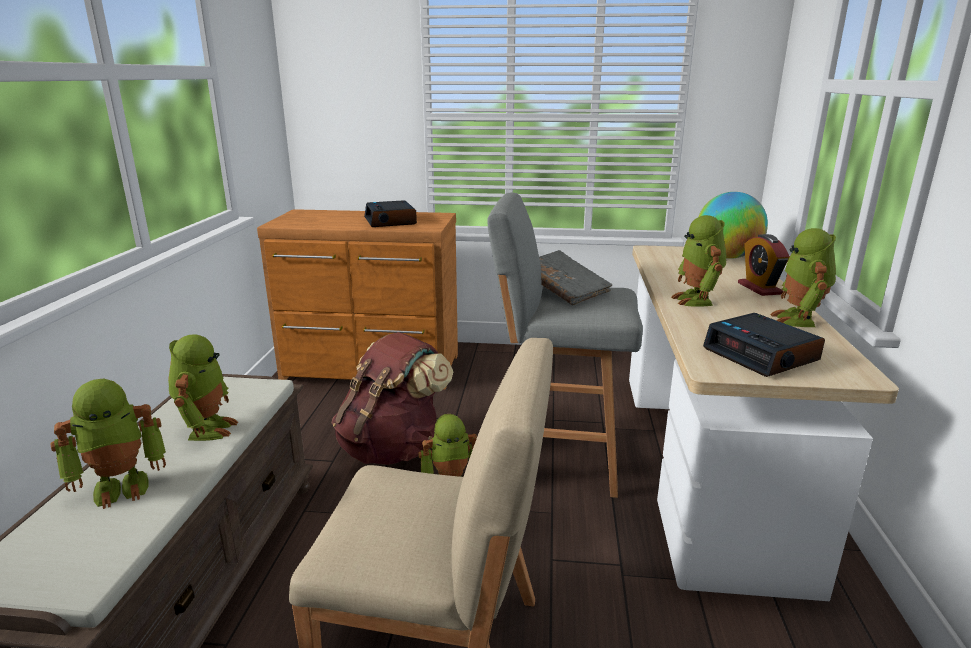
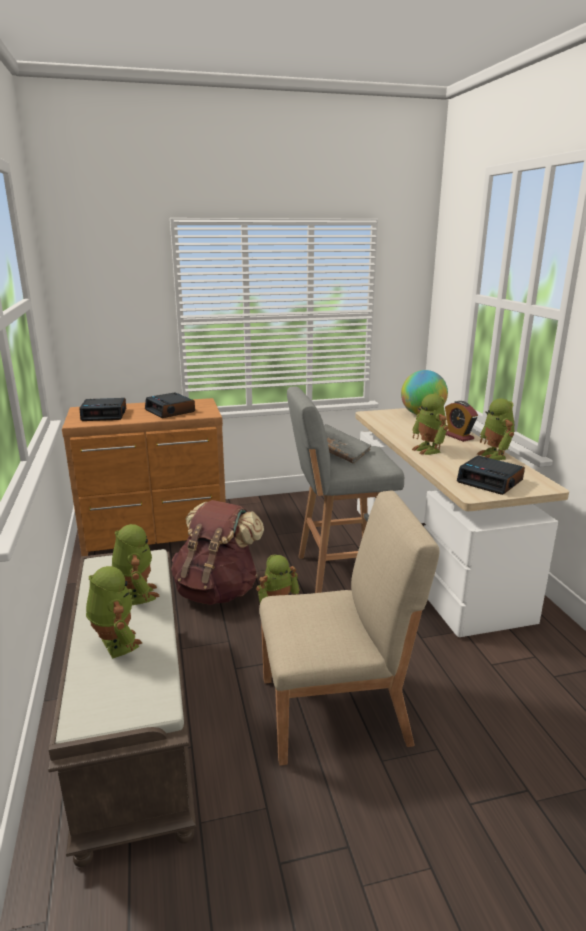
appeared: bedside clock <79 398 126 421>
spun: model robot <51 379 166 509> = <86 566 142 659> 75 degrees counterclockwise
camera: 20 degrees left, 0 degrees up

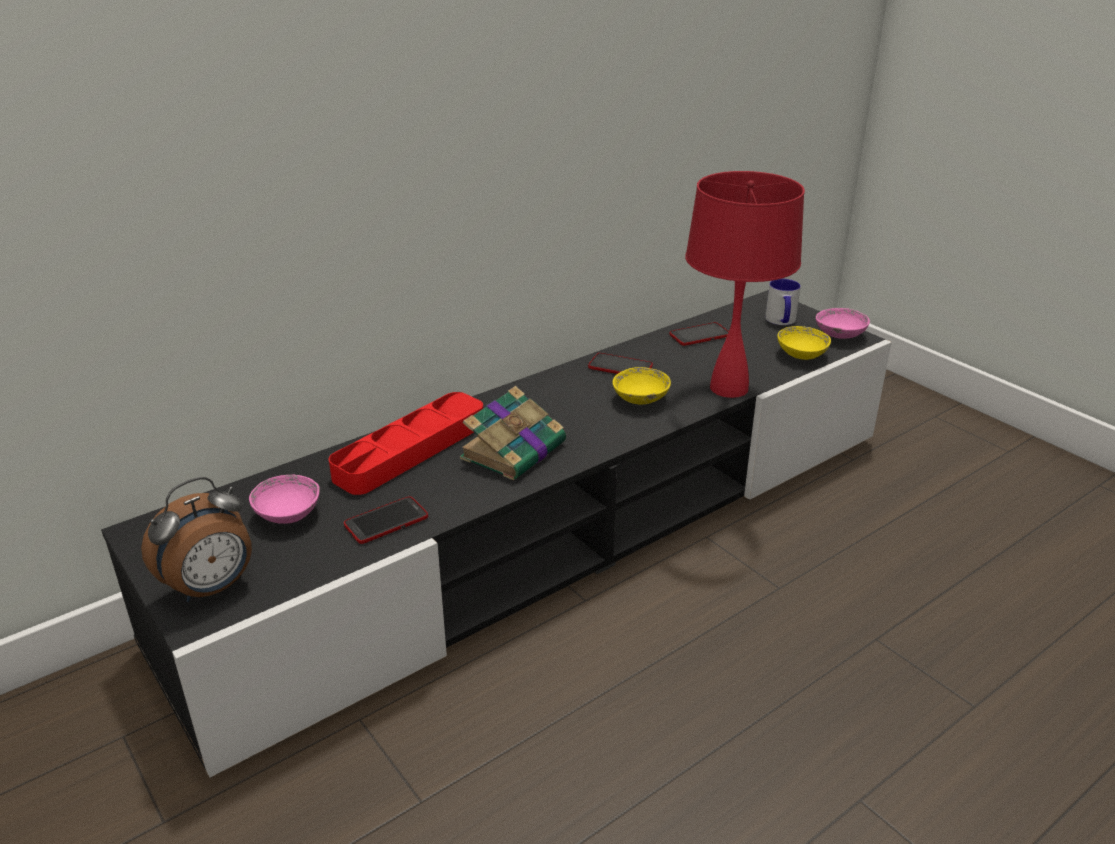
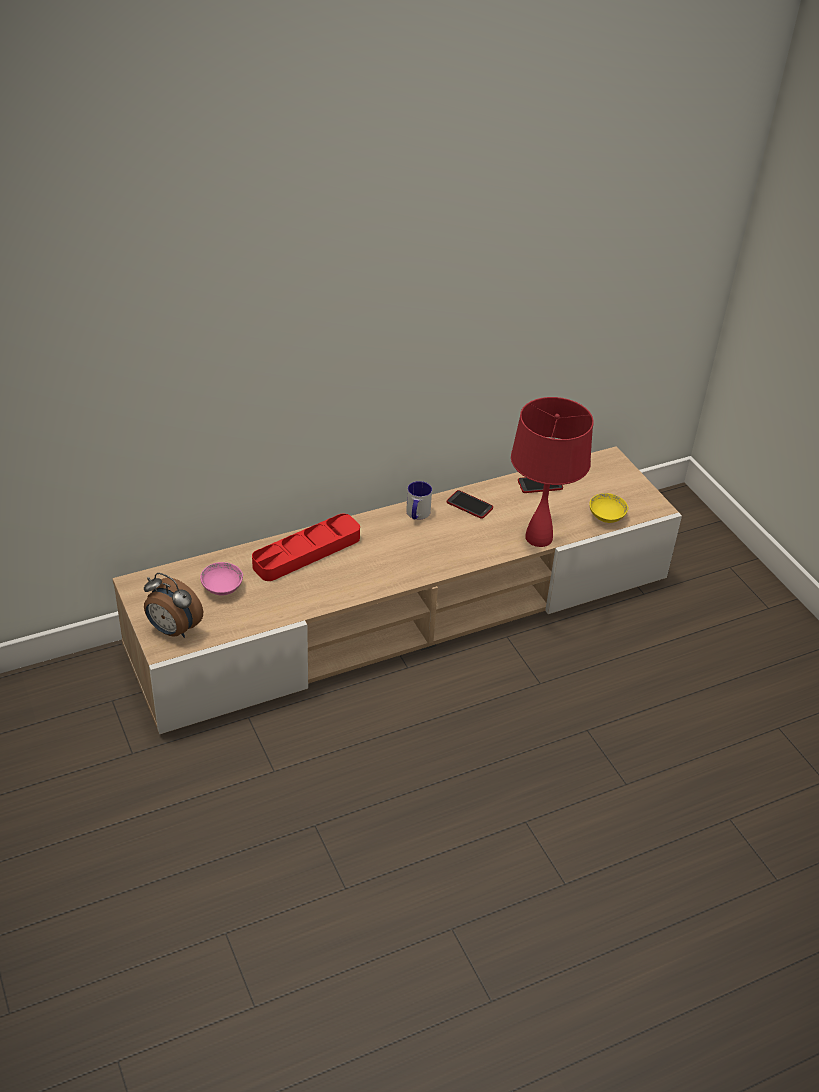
missing: phone <344 496 428 544>; volume <460 386 566 481>; deep dish in yellow-coloured <613 367 671 404>; deep dish in pink <816 308 870 339>
relocated: coffee mug <765 279 801 325> to <406 481 432 519>
colour: media console in blackish <101 290 892 778> to media console in beige <112 446 682 735>
spun: bedside clock <141 477 252 602> = <144 573 203 638> 60 degrees clockwise
camera: 10 degrees right, 10 degrees up

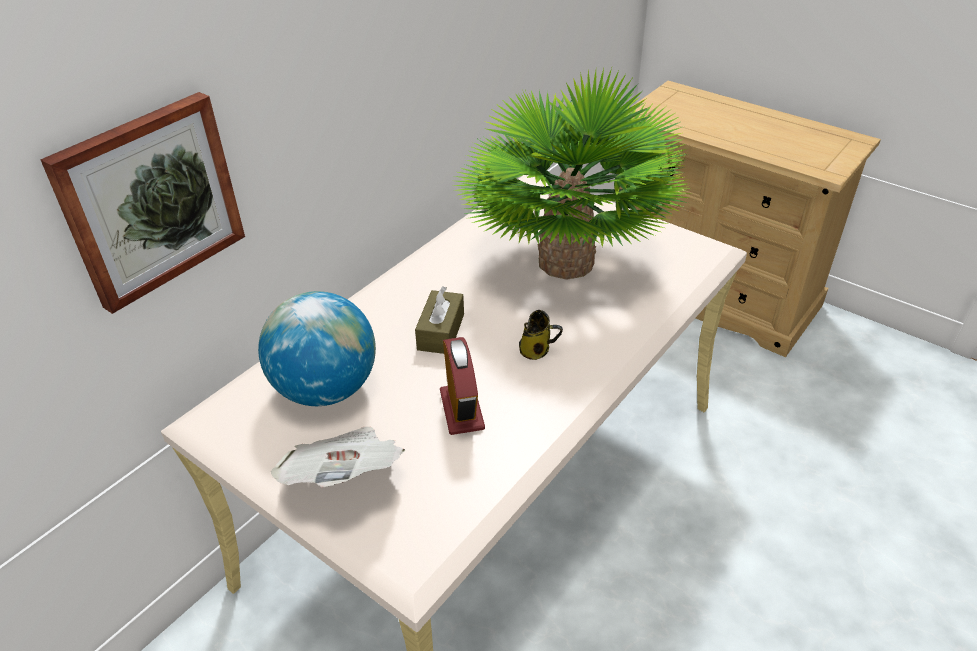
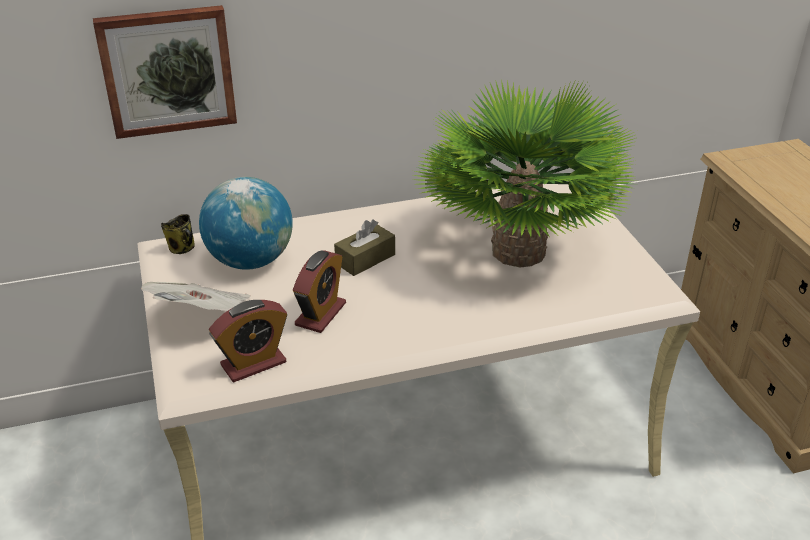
appeared: bedside clock <209 300 287 382>
relocated: coffee mug <519 310 563 360> to <161 214 195 254>
camera: 35 degrees right, 5 degrees down

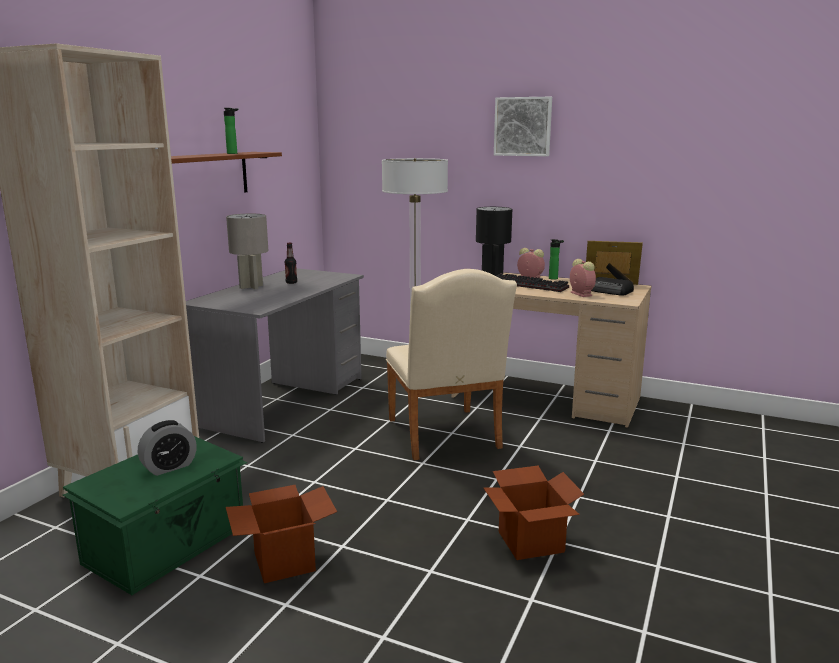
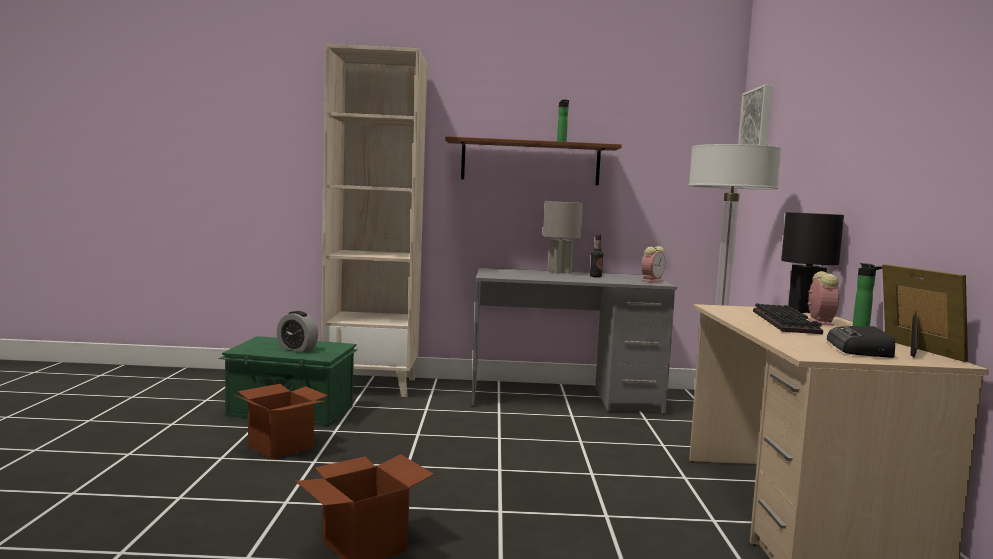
missing: chair in beige <386 269 517 460>
relocated: wall picture <494 97 552 156> to <738 84 773 145>; bedside clock <570 259 596 297> to <642 246 665 282>
camera: 65 degrees right, 10 degrees down

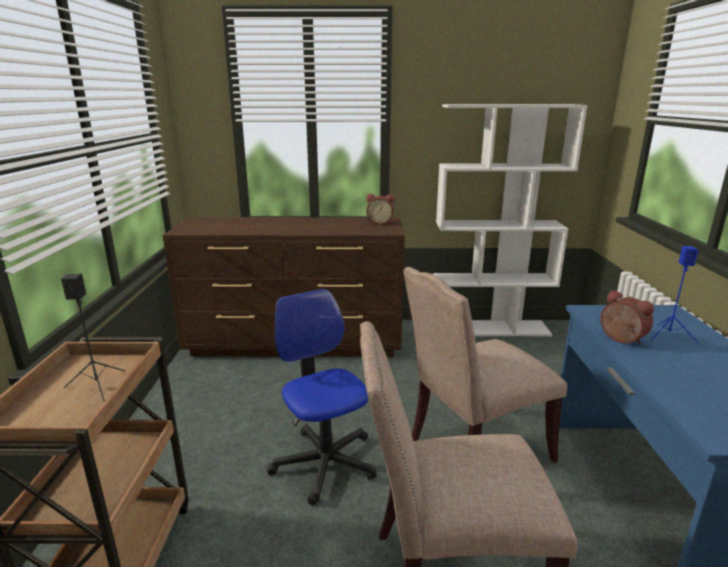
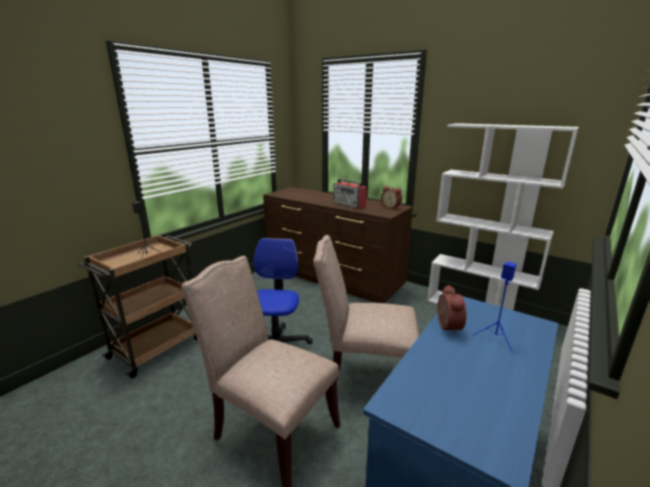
appeared: radio receiver <333 179 367 209>
camera: 35 degrees right, 0 degrees up

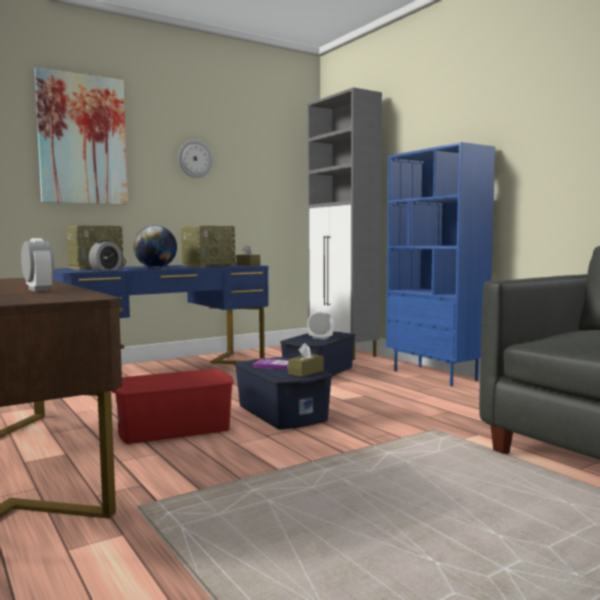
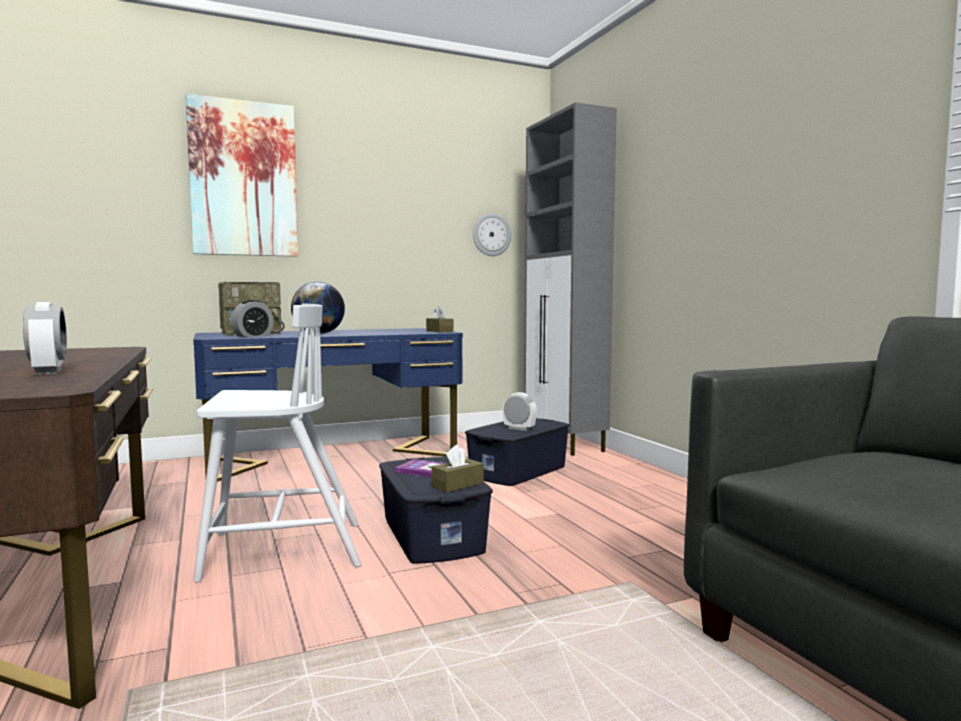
missing: radio receiver <181 226 238 268>; bookshelf in blue <386 142 495 386>
relocated: hanging clock <178 140 213 178> to <473 213 511 256>
exchanged: storage container in reddish <112 369 233 444> to chair in white <193 303 362 583>
camera: 10 degrees right, 0 degrees up

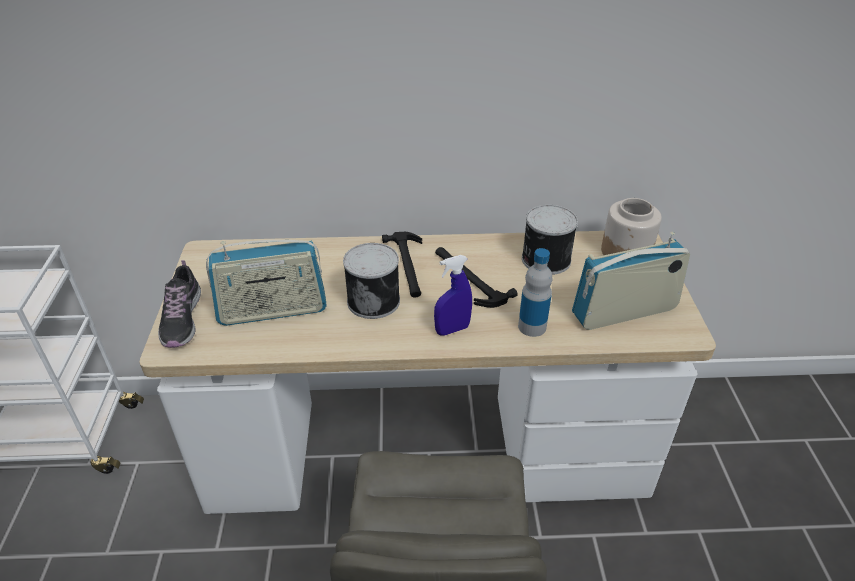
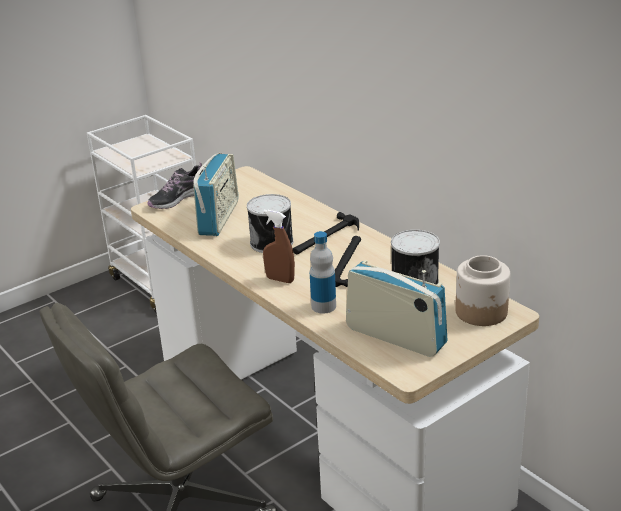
colour: hand sprayer in blue <434 255 472 336> to hand sprayer in brown <263 210 295 283>
spun: radio receiver <206 240 327 326> = <193 153 239 236> 120 degrees counterclockwise
camera: 55 degrees right, 10 degrees down

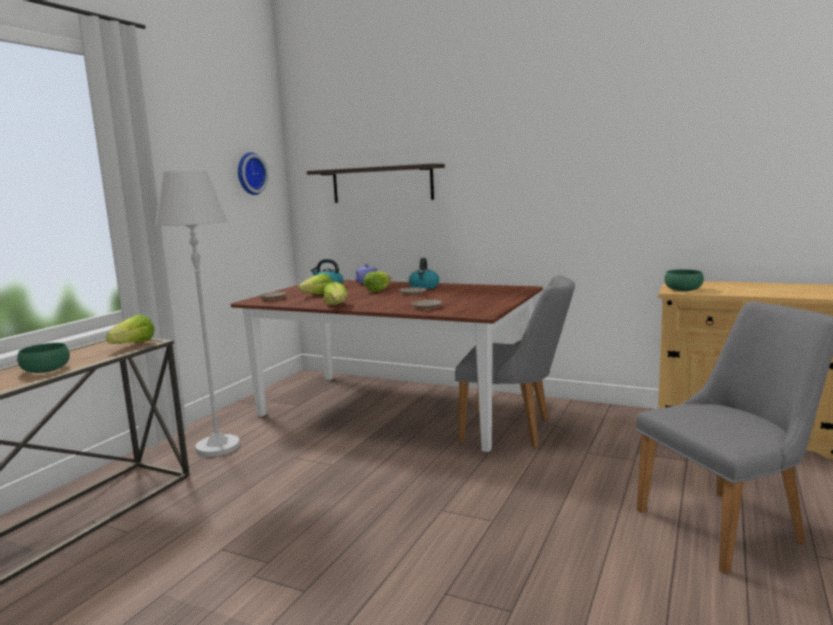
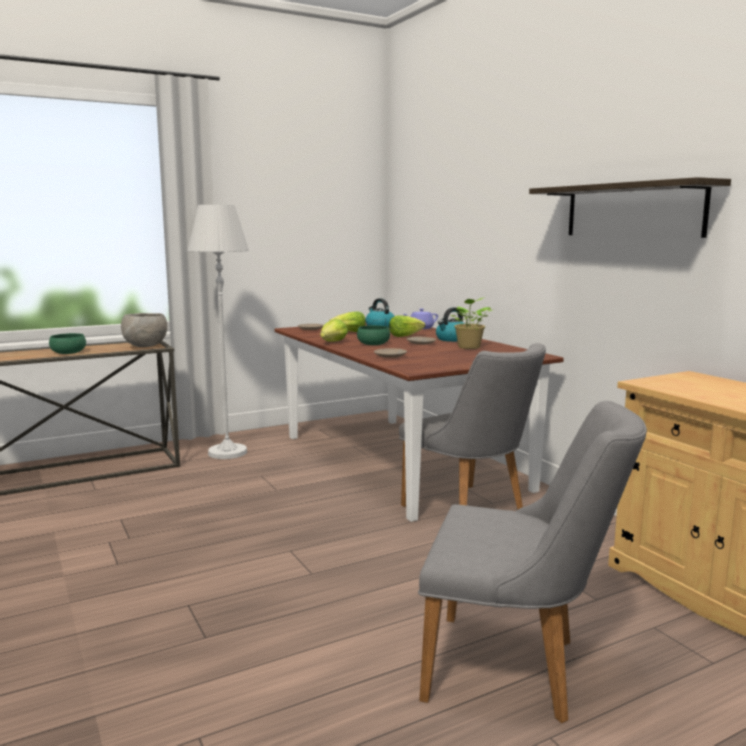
missing: hanging clock <238 152 268 195>
appeared: potted plant <451 297 492 349>
relocated: bracket shelf <307 164 445 203> to <529 177 731 238>; deep dish in green-coloured <664 269 704 291> to <357 325 390 345>
exchanged: lettuce head <106 314 155 344> to deep dish in gray <121 313 167 347>
camera: 35 degrees right, 0 degrees up

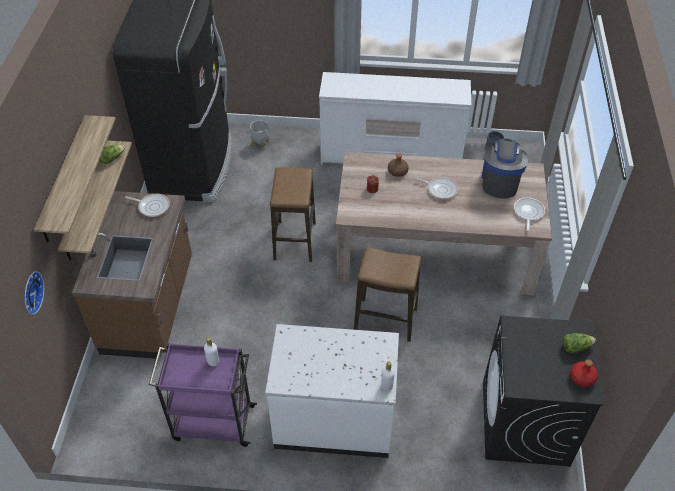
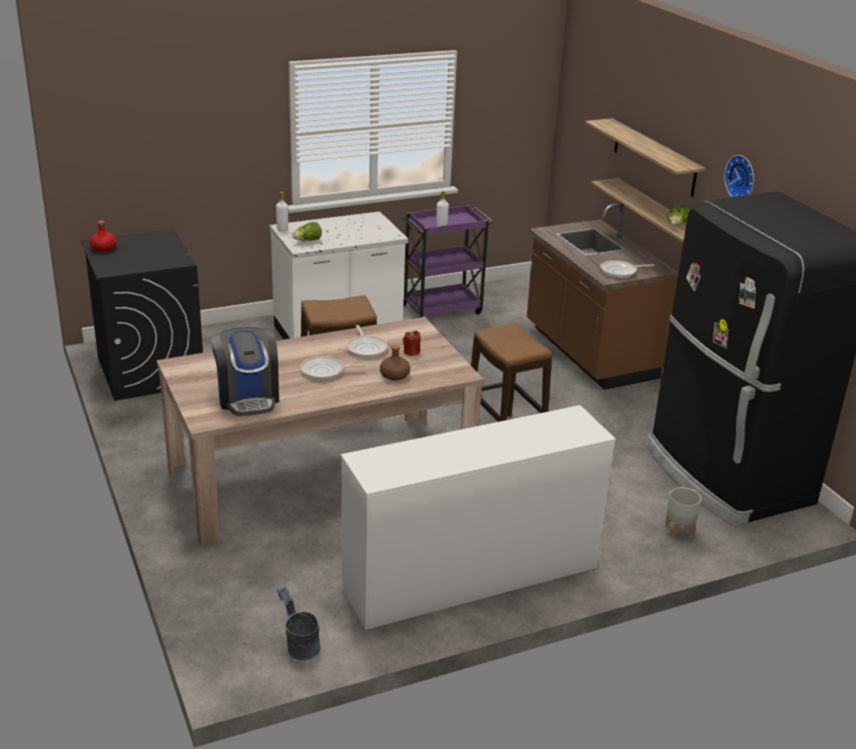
relocated: hanging clock <24 271 44 315> to <724 155 754 197>; skillet <514 197 545 231> to <346 325 388 358>; lettuce head <563 333 596 353> to <292 222 322 241>
camera: 150 degrees right, 20 degrees down

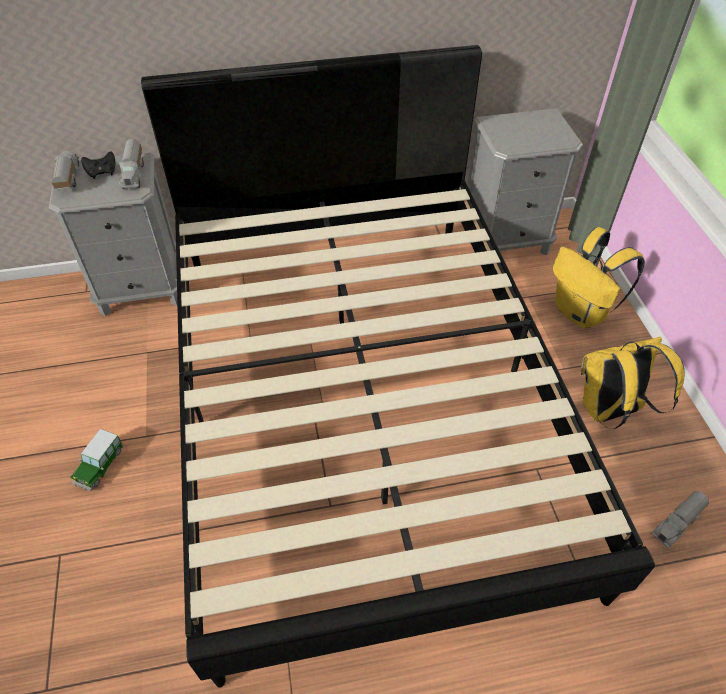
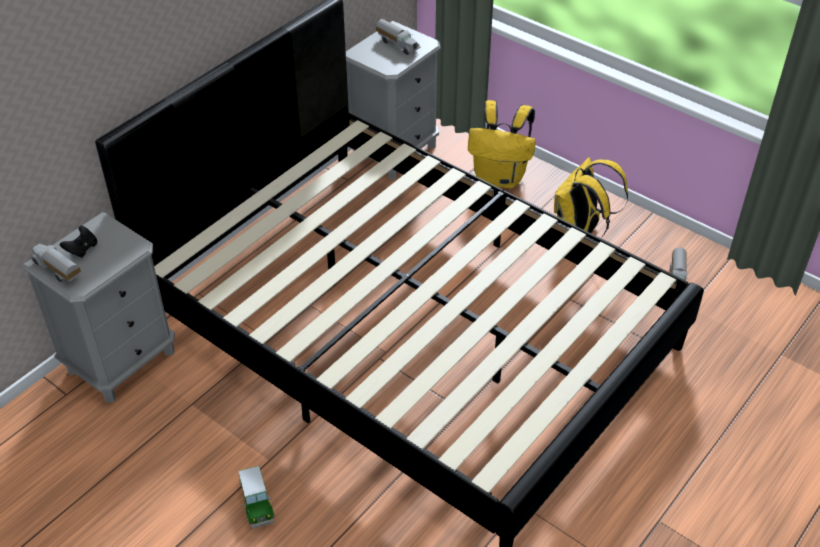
relocated: model truck <119 139 144 189> to <376 19 420 55>
camera: 40 degrees left, 5 degrees down

